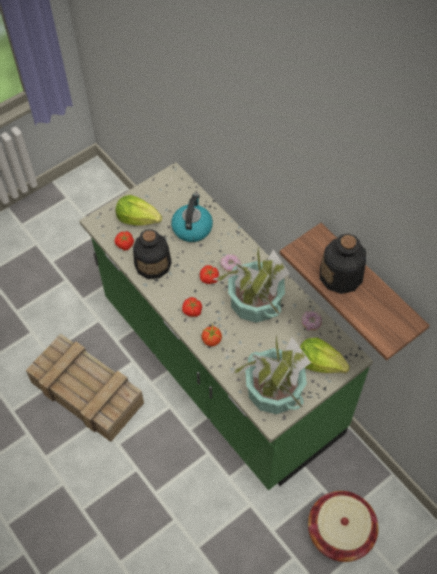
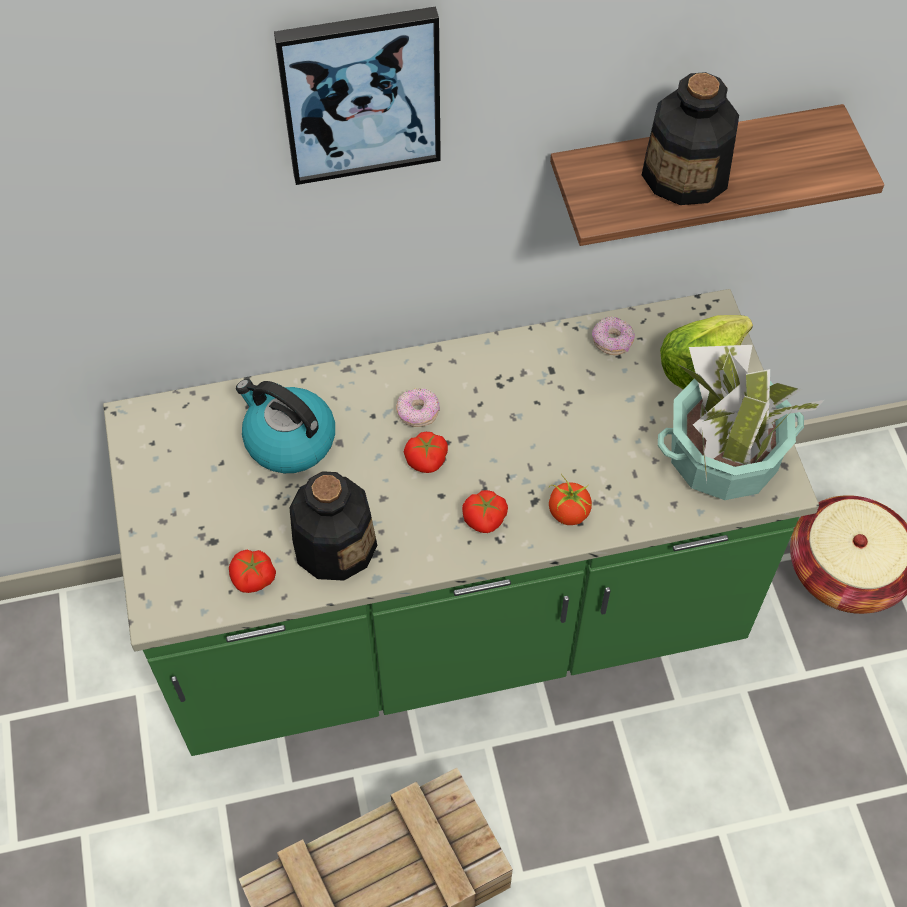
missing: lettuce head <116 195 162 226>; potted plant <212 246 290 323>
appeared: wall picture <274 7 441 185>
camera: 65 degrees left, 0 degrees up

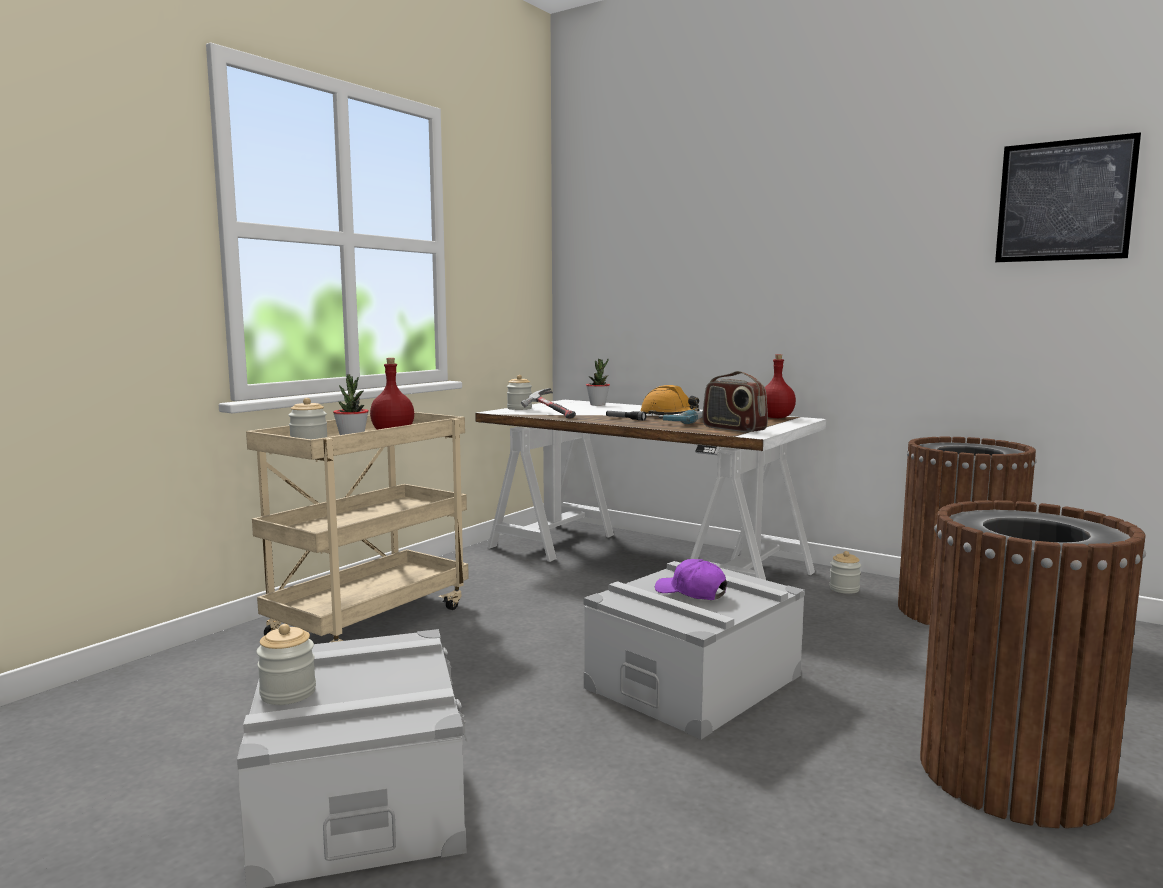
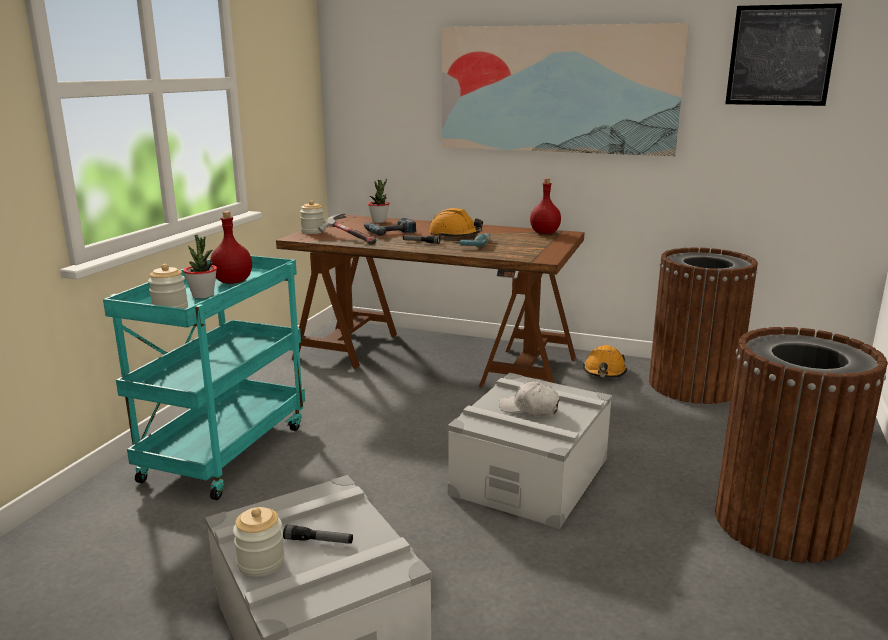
missing: radio receiver <702 371 768 432>
appeared: flashlight <283 525 353 544>; power drill <364 218 416 236>; wall picture <442 23 689 156>
exchanged: preserve jar <830 551 861 594> to hard hat in orangey <583 345 627 377>
colour: wheeled cart in beige <246 412 469 642> to wheeled cart in blue-green <103 255 305 500>; desk in white <475 400 826 580> to desk in brown <276 215 585 387>; peaked cap in purple-coloured <655 559 727 600> to peaked cap in white <499 381 560 416>
camera: 15 degrees left, 10 degrees up

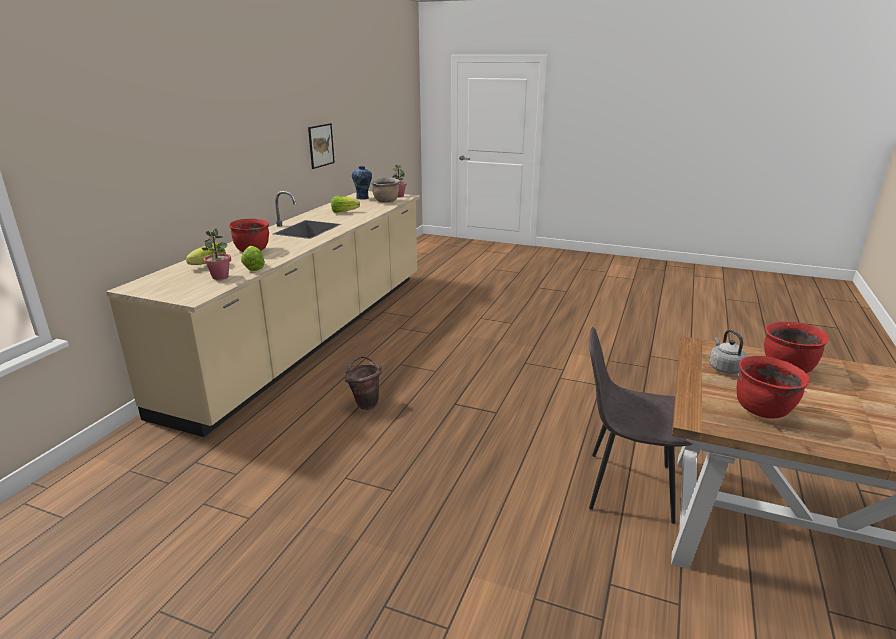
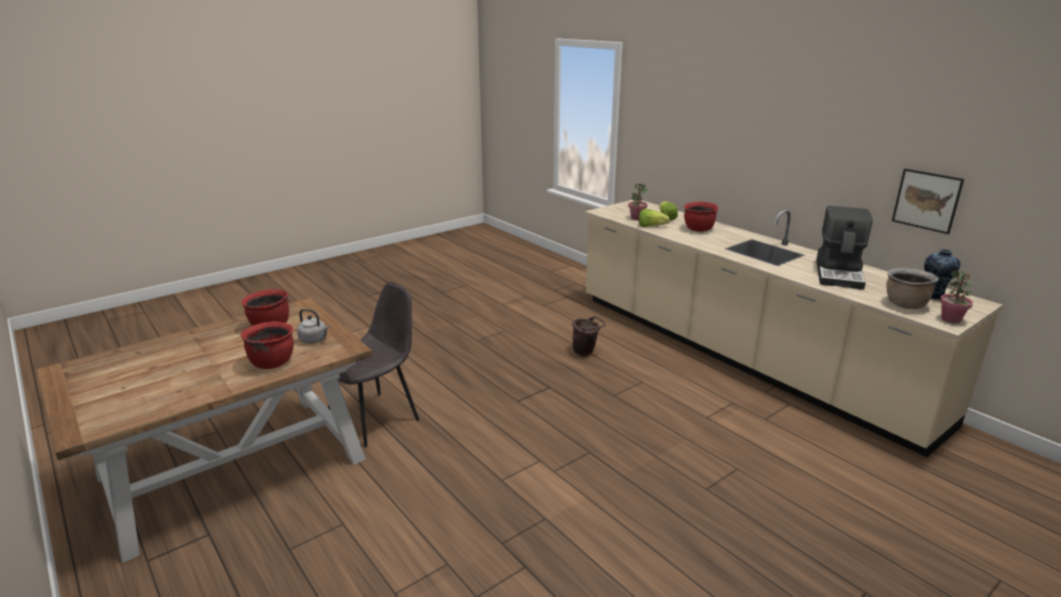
exchanged: lettuce head <331 196 360 213> to coffee brewer <816 206 873 290>
camera: 120 degrees right, 0 degrees up

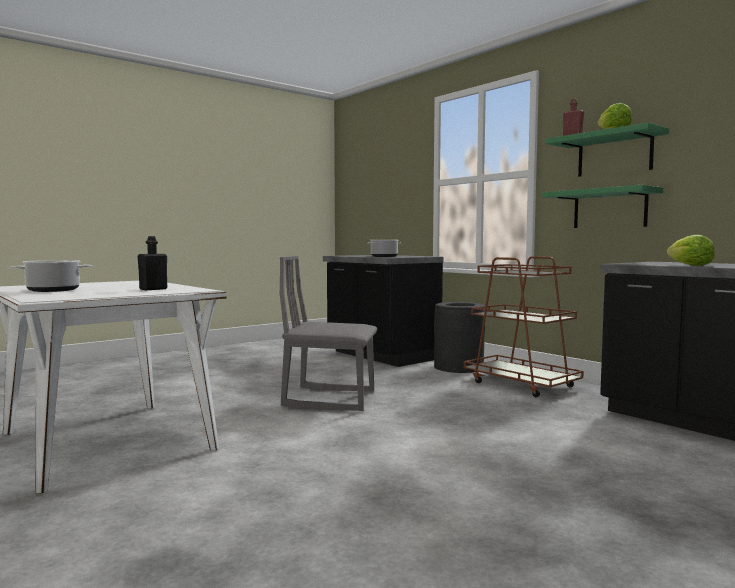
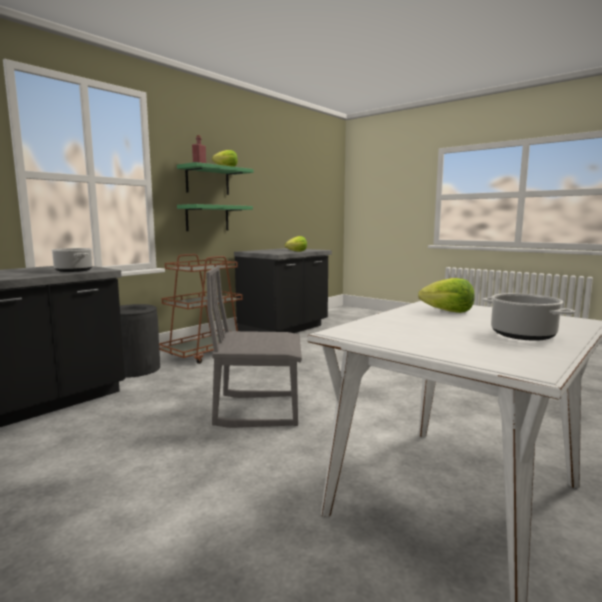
exchanged: beverage bottle in blackish <137 236 167 290> to lettuce head <418 278 474 313>
spun: chair in gray <280 256 377 411> = <206 266 302 428> 90 degrees clockwise
camera: 100 degrees left, 5 degrees up

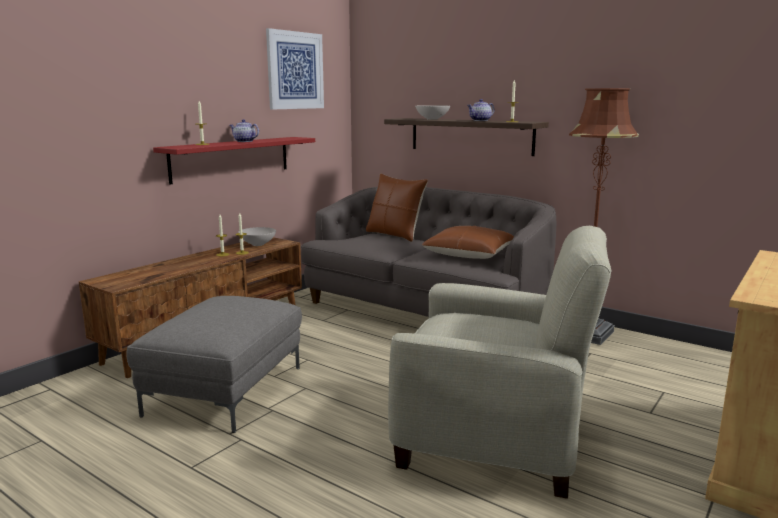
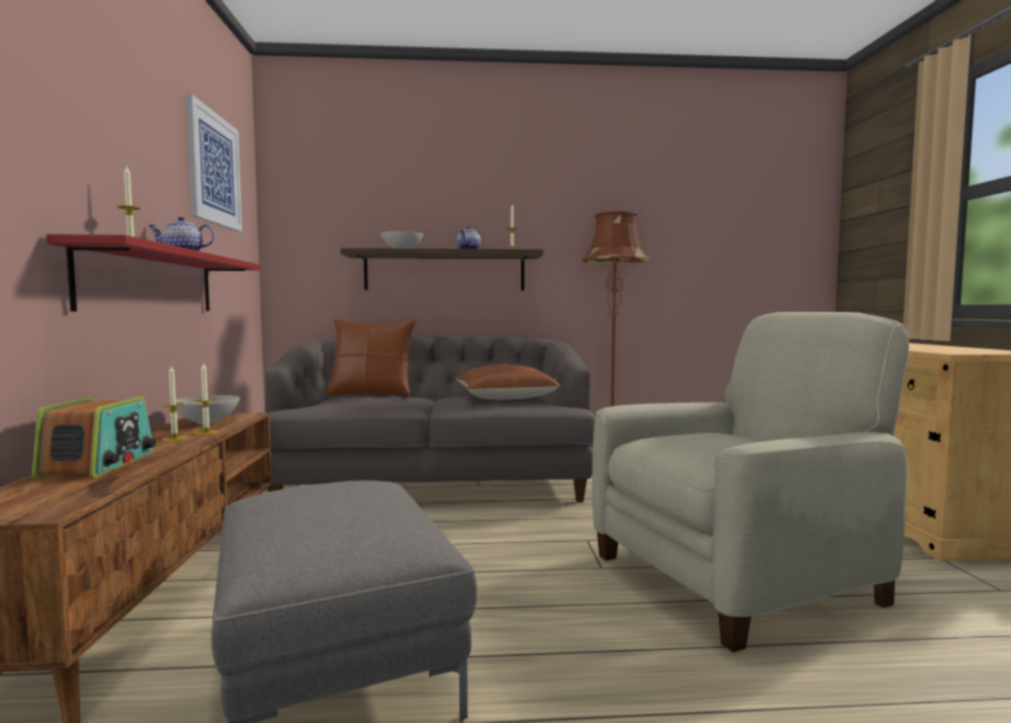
appeared: radio receiver <32 397 156 479>
camera: 40 degrees left, 10 degrees down

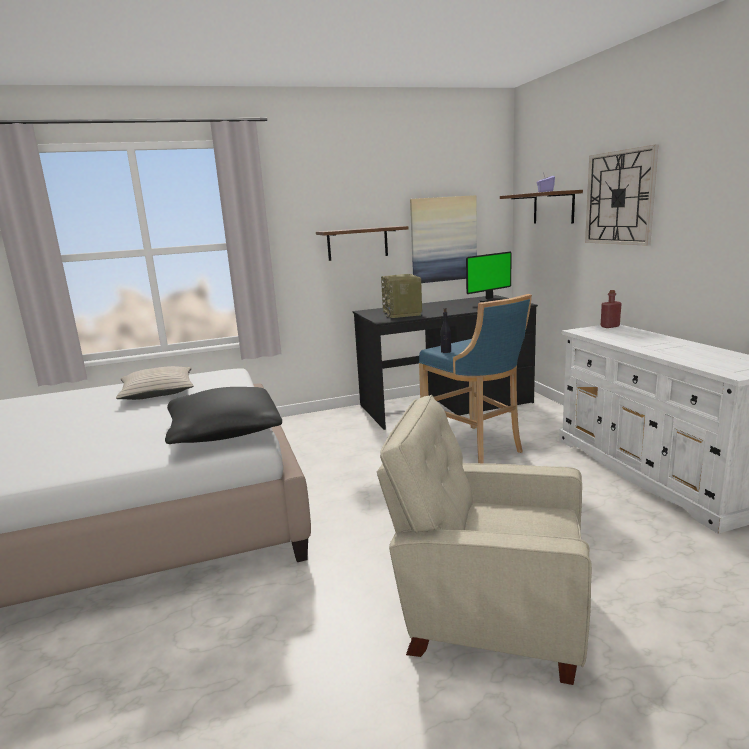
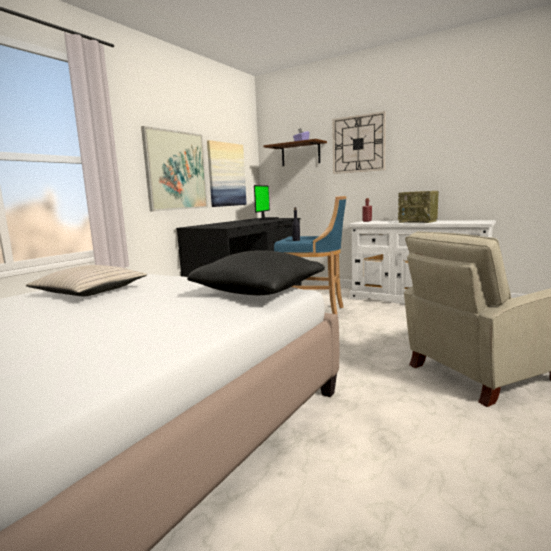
relocated: radio receiver <381 274 422 318> to <398 191 439 223>
exchanged: bracket shelf <316 226 409 261> to wall picture <141 126 208 212>
camera: 40 degrees left, 5 degrees down

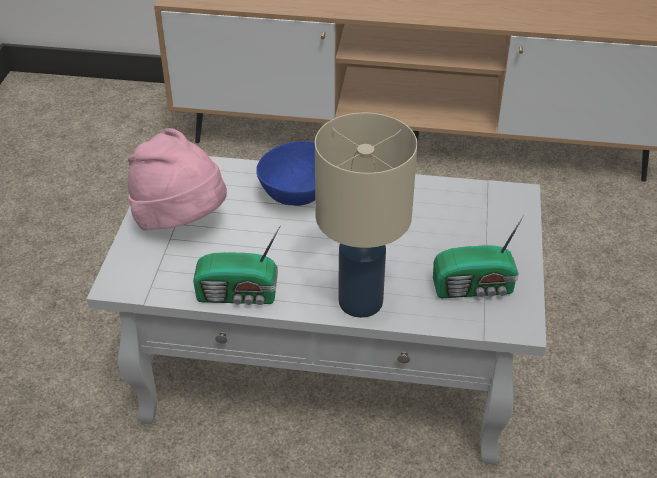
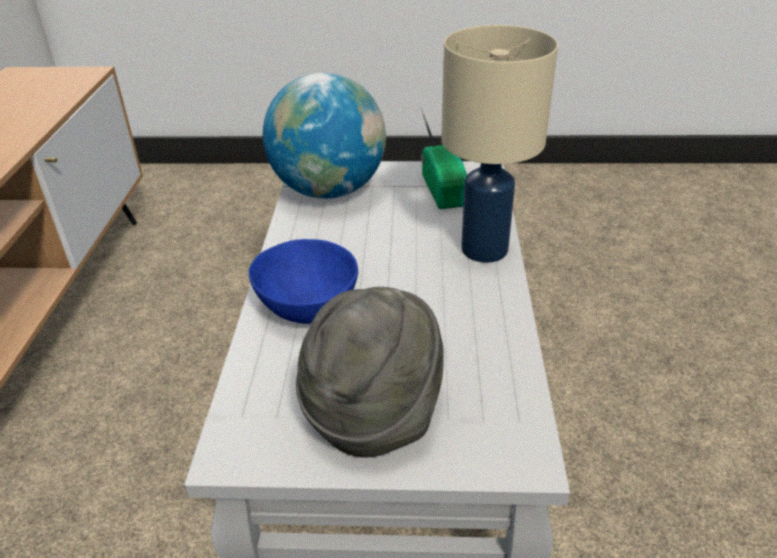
missing: radio receiver <193 226 280 305>
appeared: globe <263 73 386 199>
colour: clothing hat in pink <128 128 227 231> to clothing hat in gray <296 287 444 458>
camera: 95 degrees left, 5 degrees down

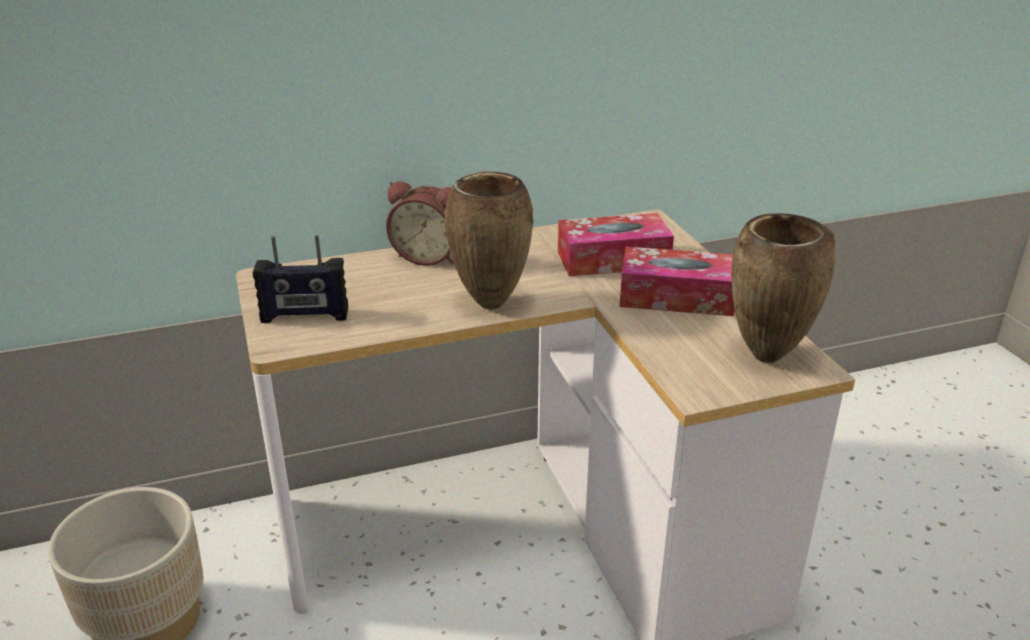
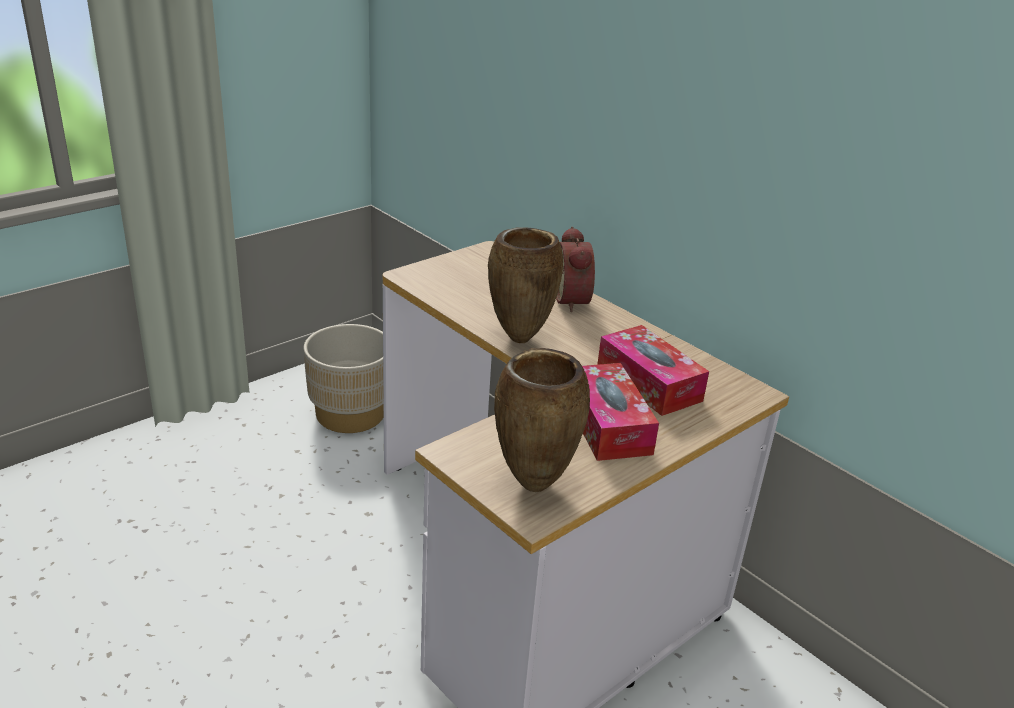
missing: radio receiver <253 235 348 323>
camera: 65 degrees right, 0 degrees up

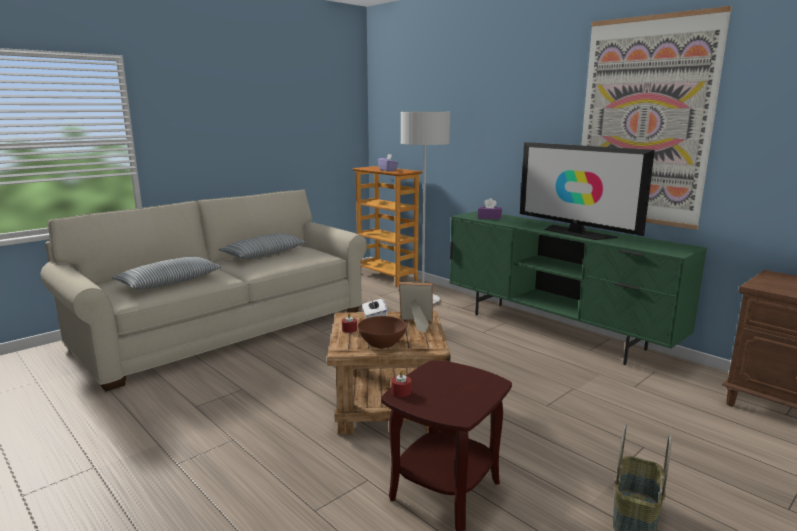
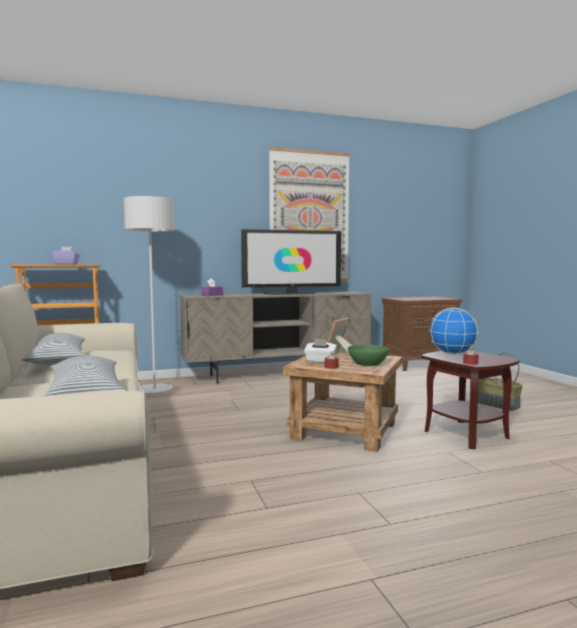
appeared: globe <429 308 478 354>
colour: deep dish in brown <358 316 407 348> to deep dish in green-coloured <348 345 389 366>; media console in green-coloured <450 211 707 365> to media console in beige <180 291 372 384>
camera: 65 degrees left, 10 degrees down

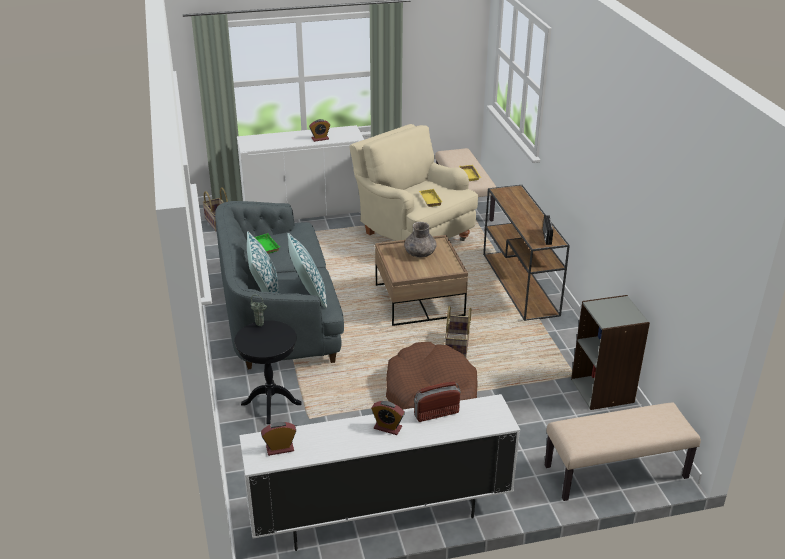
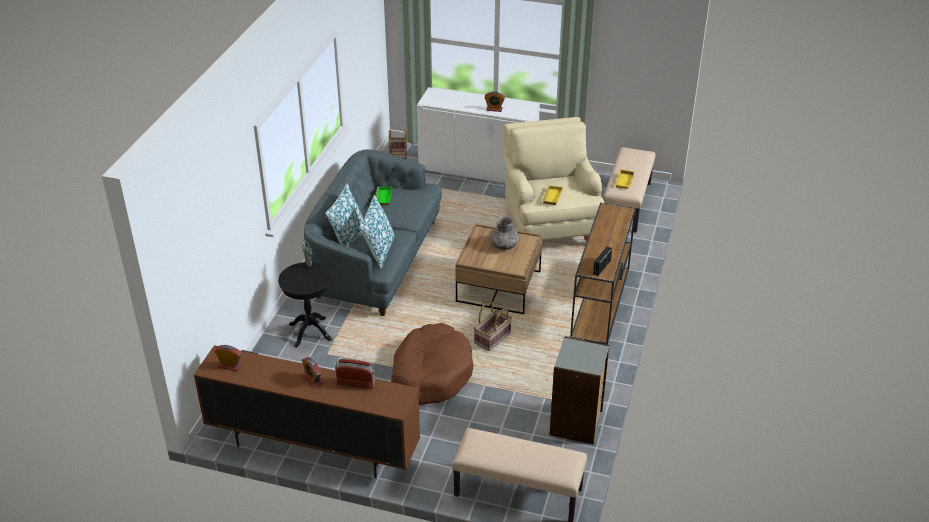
colour: media console in white <239 394 520 551> to media console in brown <194 345 420 478>
camera: 30 degrees right, 5 degrees up

